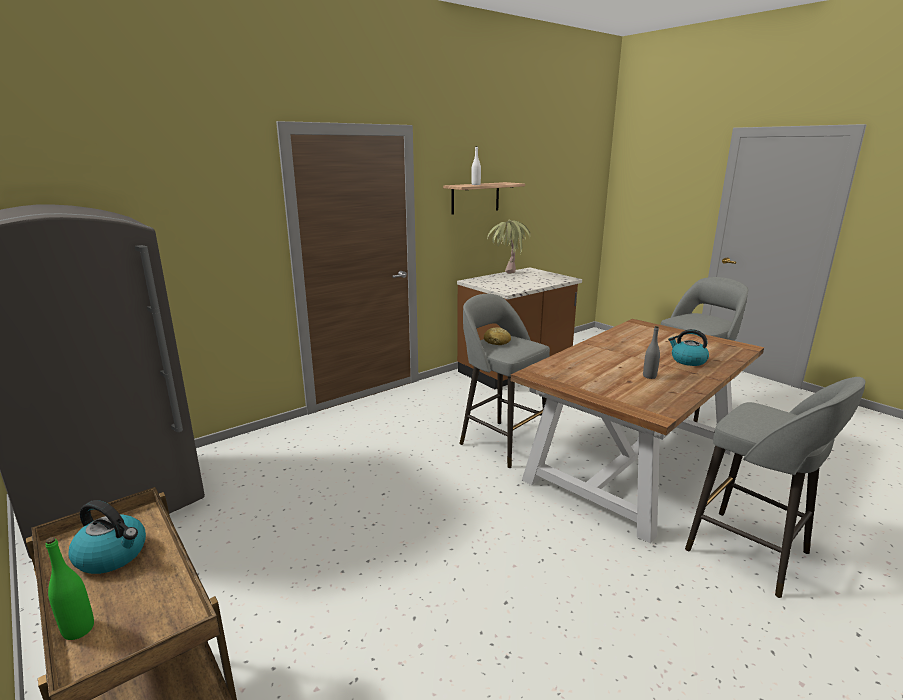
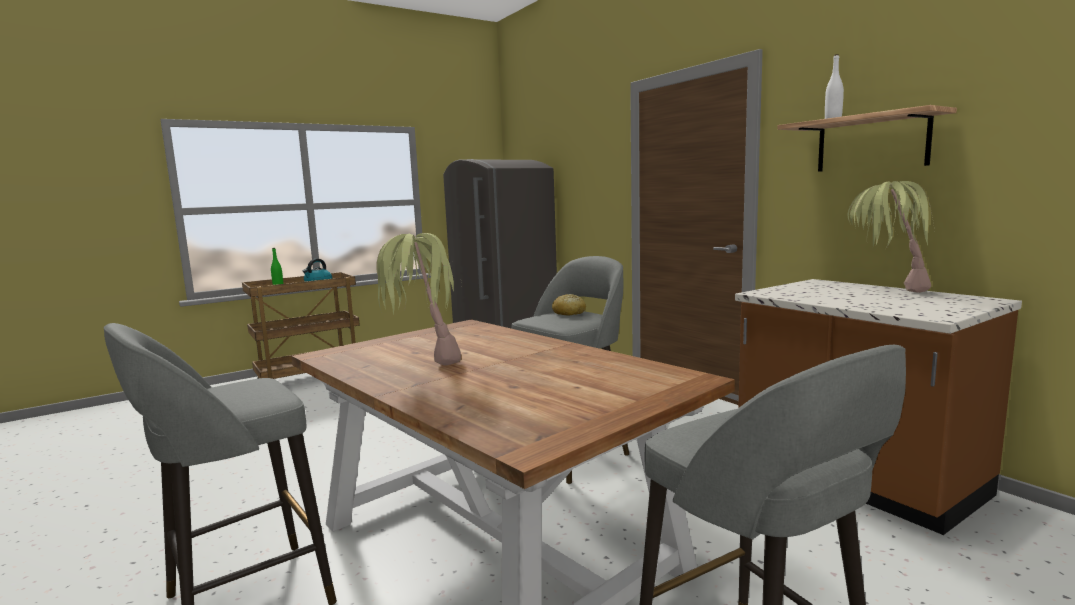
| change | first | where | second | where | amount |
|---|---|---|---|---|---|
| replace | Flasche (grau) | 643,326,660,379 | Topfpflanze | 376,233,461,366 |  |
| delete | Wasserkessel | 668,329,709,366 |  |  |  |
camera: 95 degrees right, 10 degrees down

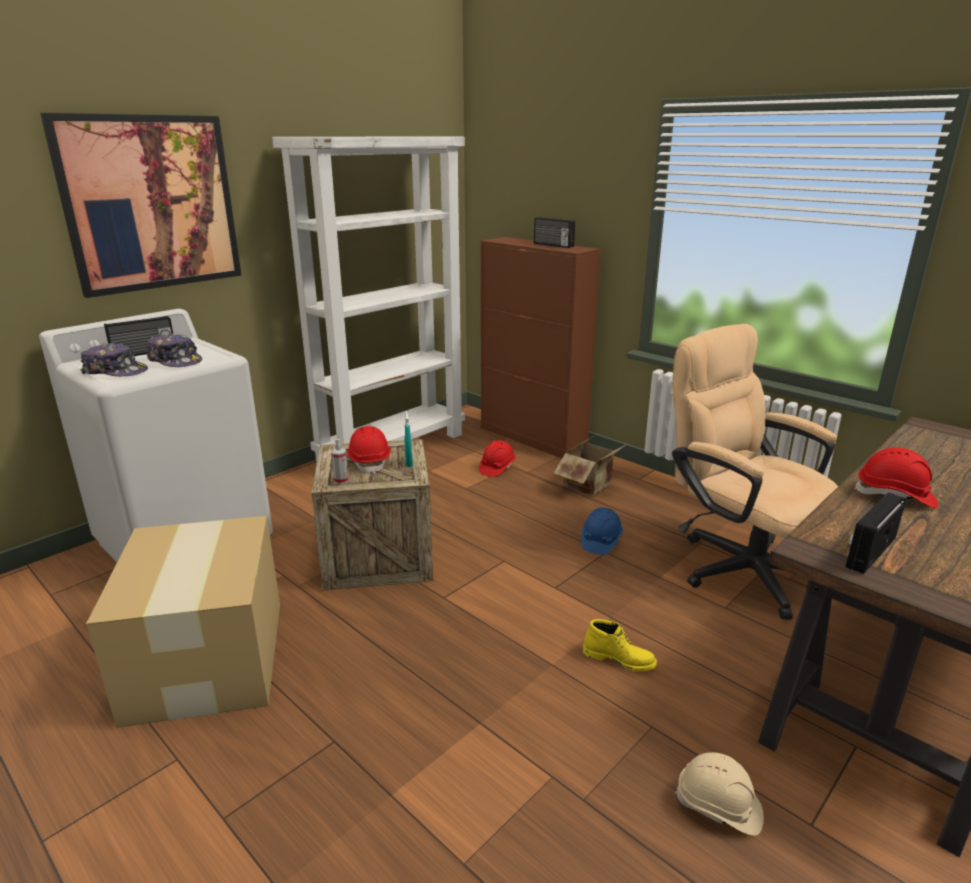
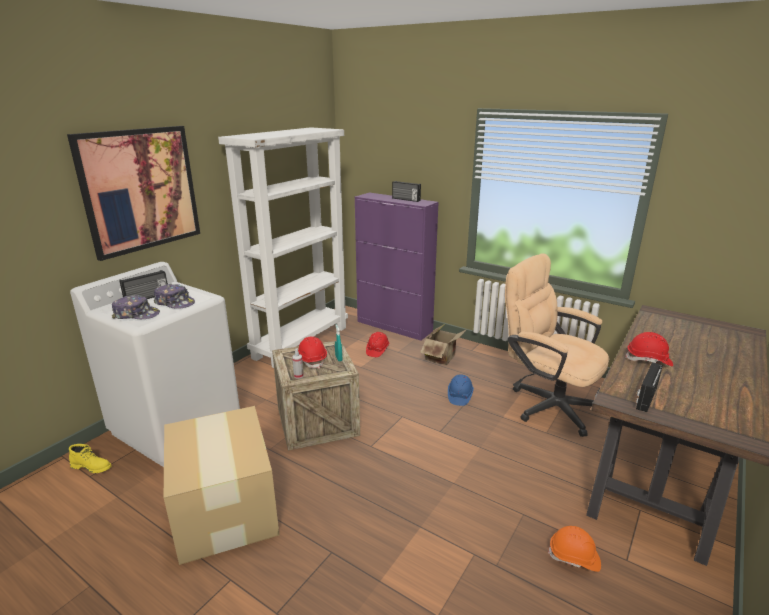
| change | first | where | second | where | amount |
|---|---|---|---|---|---|
| recolor | Schrank (braun) | 481,237,601,458 | Schrank (lila) | 355,193,439,341 |  |
| move | Stiefel (gelb) | 583,619,657,671 |  | 69,444,112,473 |  |
| recolor | Schutzhelm (beige) | 675,752,764,836 | Schutzhelm (orange) | 548,526,601,572 |  |
camera: 10 degrees left, 0 degrees up

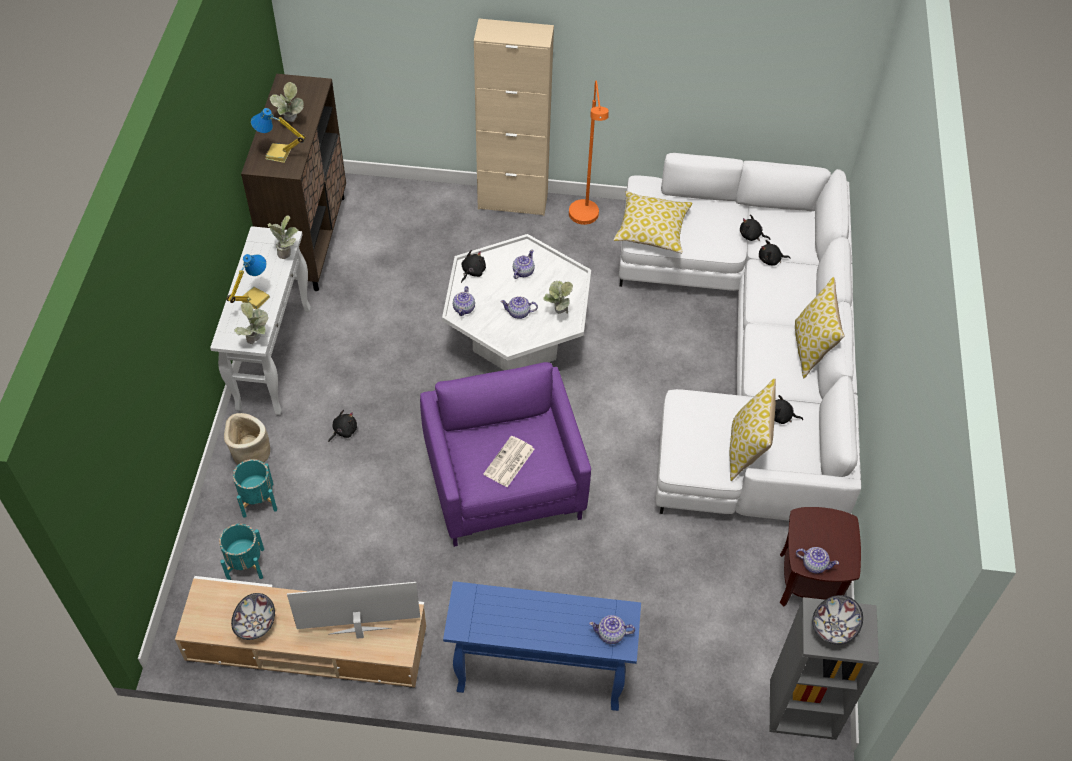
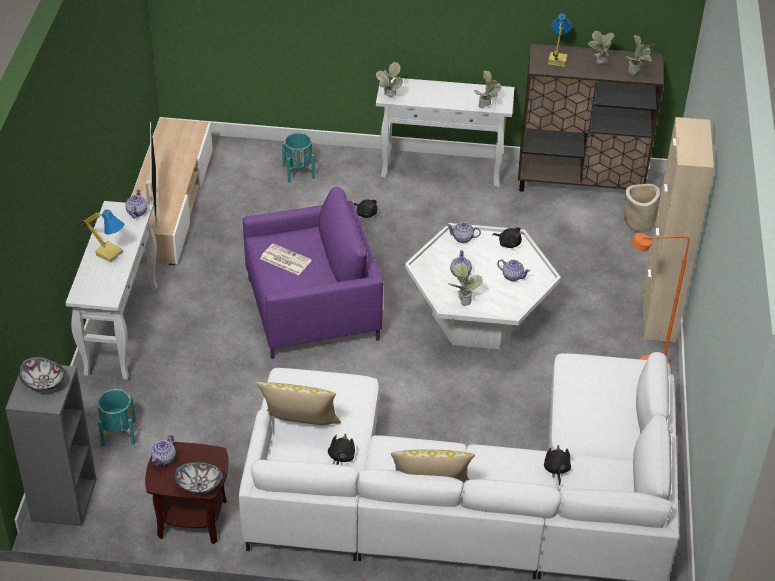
| change | first | where | second | where | amount |
|---|---|---|---|---|---|
| move | Pflanzkübel (türkis) | 219,524,264,580 |  | 97,389,136,446 |  |
| move | Pflanzkübel (beige) | 224,413,270,464 |  | 624,184,660,232 |  |
| move | Tischlampe | 226,254,270,309 |  | 81,209,124,263 |  |
| move | Schüssel | 231,593,275,640 |  | 174,461,223,494 |  |
| recolor | Konsolentisch (blau) | 443,581,641,711 | Konsolentisch (weiß) | 66,201,157,380 |  |
| move | Teekanne | 589,615,635,644 |  | 125,189,147,219 |  |
| delete | Kissen | 614,191,692,253 |  |  |  |
| delete | Plüschtier (schwarz) | 740,214,771,241 |  |  |  |
| insert |  |  | Topfpflanze | 626,35,652,75 |  |
camera: 90 degrees right, 10 degrees down

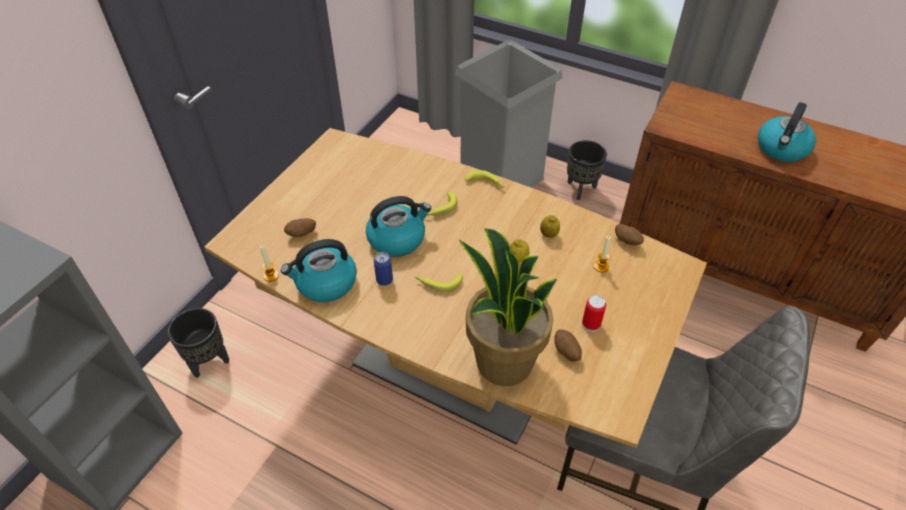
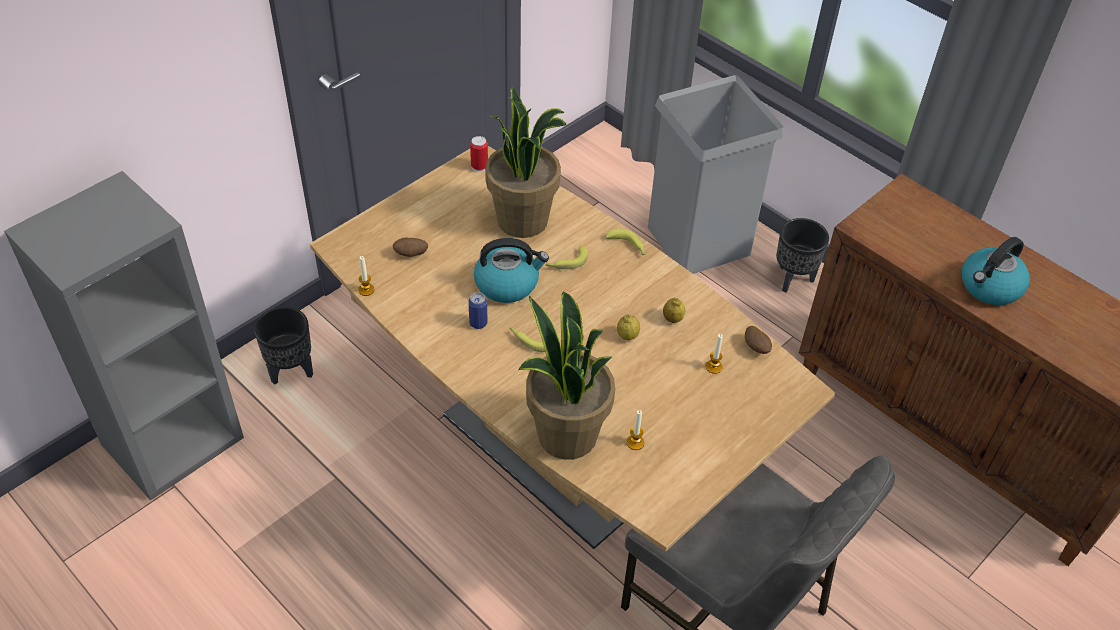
| change | first | where | second | where | amount |
|---|---|---|---|---|---|
| delete | Wasserkessel | 281,239,357,302 |  |  |  |
| replace | Kartoffel | 554,329,582,362 | Kerze | 626,410,644,450 |  |
| move | Dose | 582,295,606,331 |  | 470,136,488,172 |  |
| insert |  |  | Topfpflanze | 485,86,567,238 |  |
camera: 15 degrees right, 0 degrees up

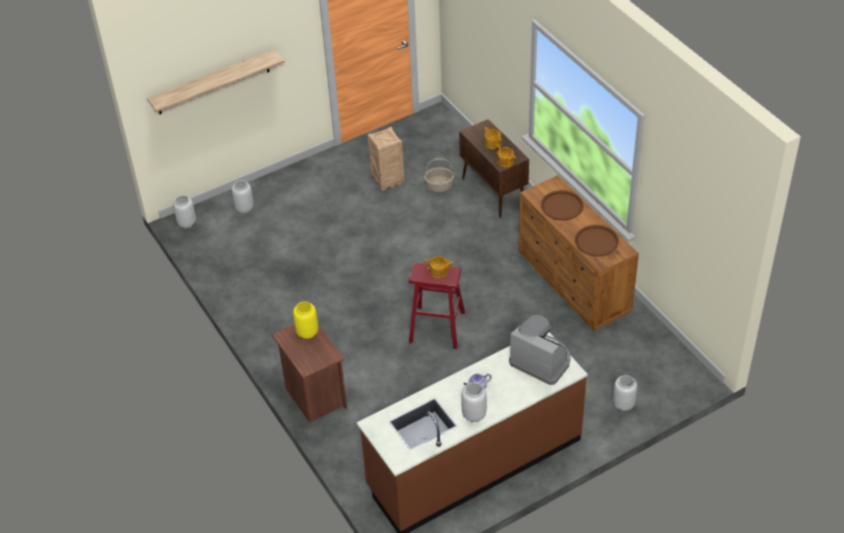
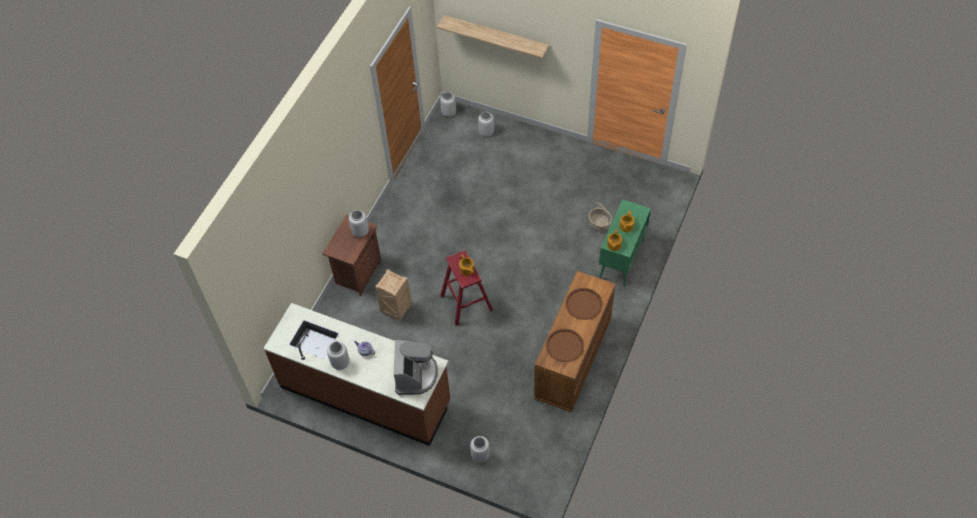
| change | first | where | second | where | amount |
|---|---|---|---|---|---|
| recolor | Vase (gelb) | 293,302,318,339 | Vase (grau) | 349,210,369,237 |  |
| move | Kiste | 368,127,404,191 |  | 375,269,412,321 |  |
| recolor | Schrank (braun) | 459,119,529,218 | Schrank (grün) | 599,199,651,287 |  |
camera: 55 degrees right, 10 degrees up

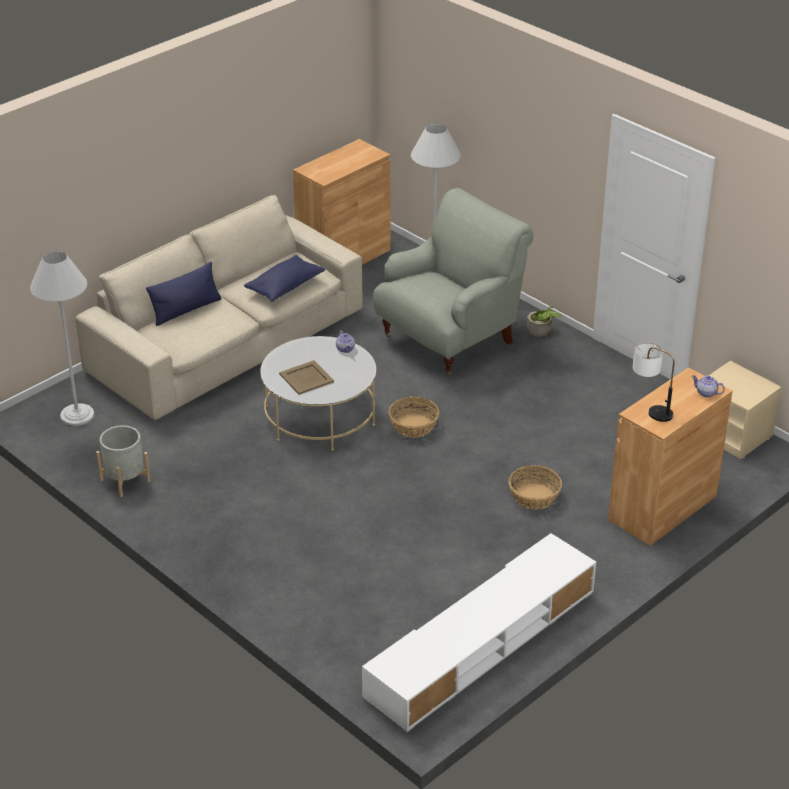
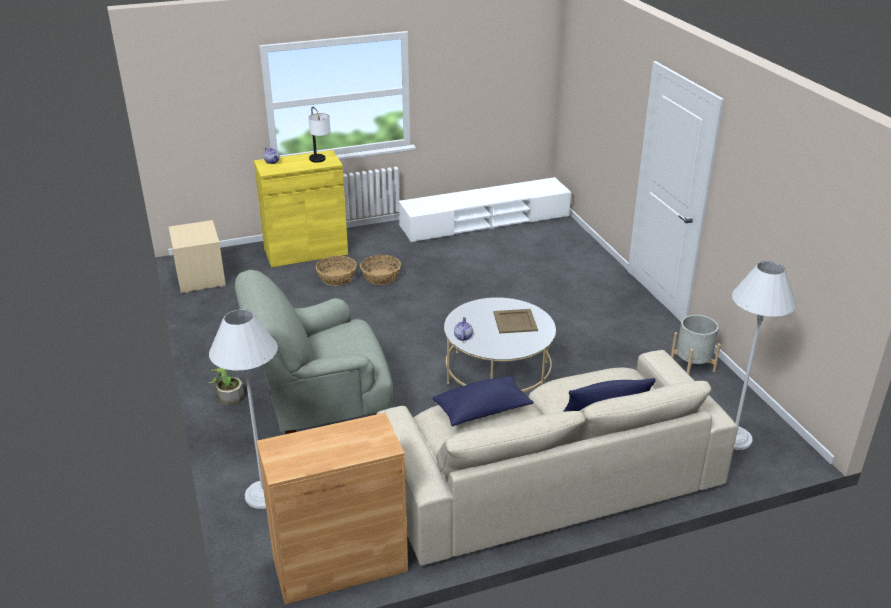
| change | first | where | second | where | amount |
|---|---|---|---|---|---|
| move | Korb | 389,397,439,438 |  | 316,256,357,286 |  |
| recolor | Schrank (braun) | 608,367,733,546 | Schrank (gelb) | 254,150,348,267 |  |
camera: 155 degrees left, 5 degrees down

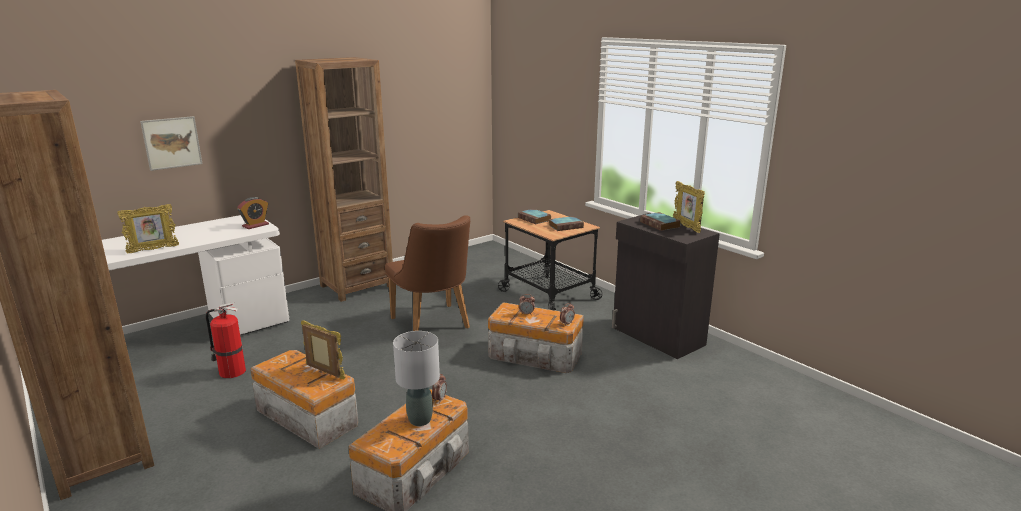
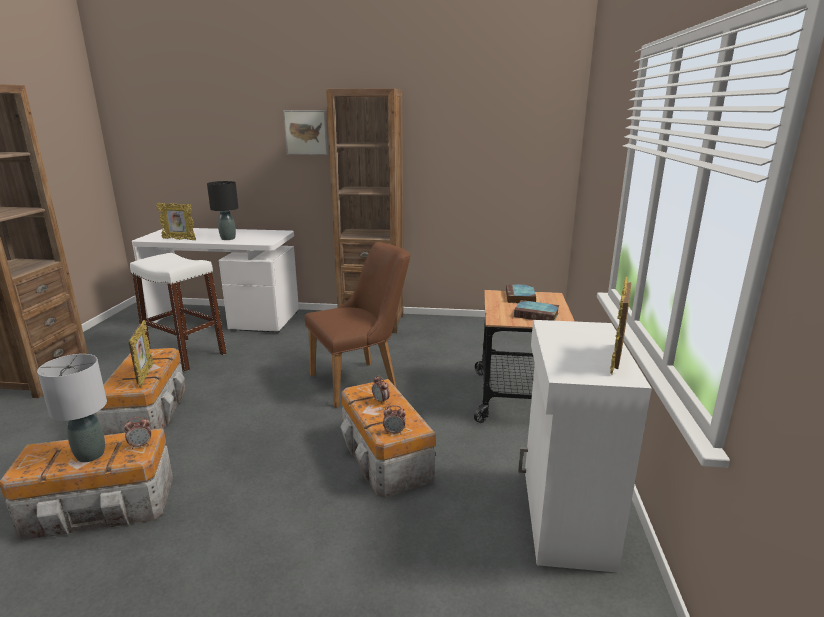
| change | first | where | second | where | amount |
|---|---|---|---|---|---|
| move | Bild | 140,116,202,171 |  | 283,110,328,155 |  |
| replace | Feuerlöscher | 206,302,246,378 | Hocker (weiß) | 130,253,227,372 |  |
| delete | Wecker | 237,197,269,229 |  |  |  |
| rotate | Stuhl (braun) | 385,215,470,331 |  | 305,242,410,408 | 135 degrees counterclockwise |
| recolor | Schrank (schwarz) | 612,213,720,359 | Schrank (weiß) | 518,320,652,573 |  |
| delete | Buch | 640,212,681,231 |  |  |  |
| insert |  |  | Tischlampe (schwarz) | 207,181,239,240 |  |
camera: 45 degrees right, 0 degrees up

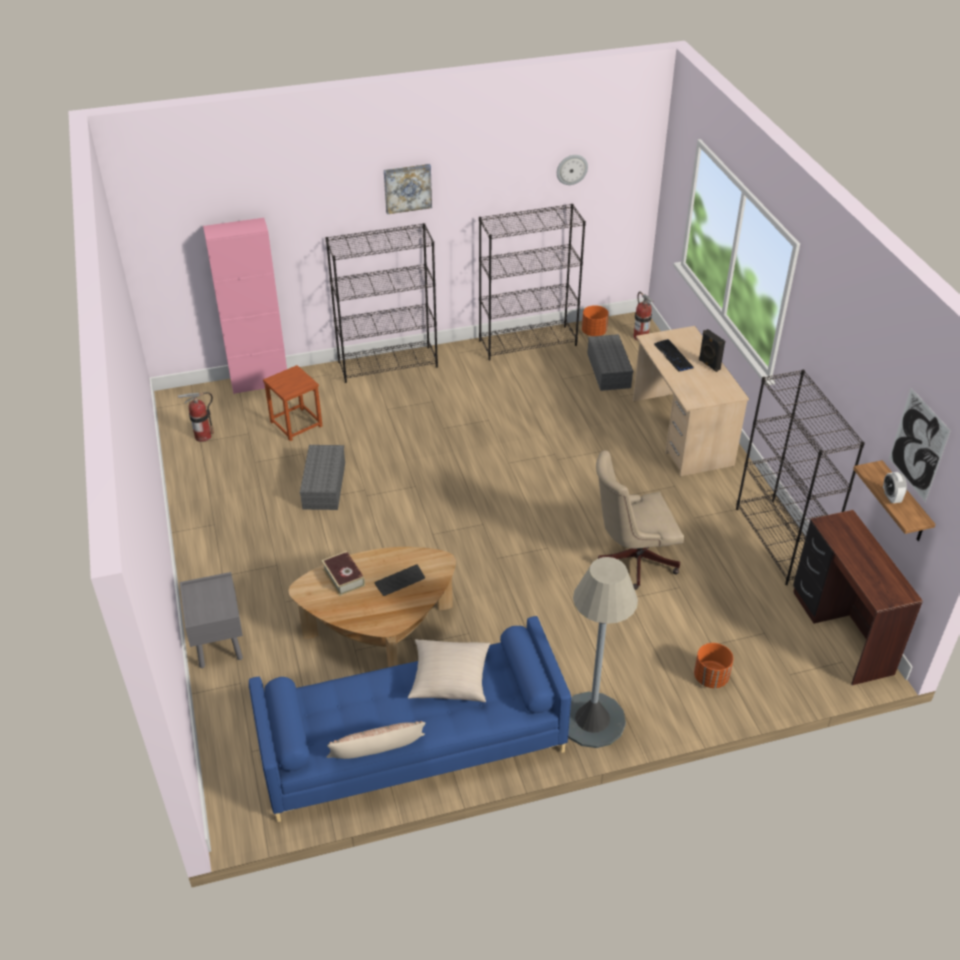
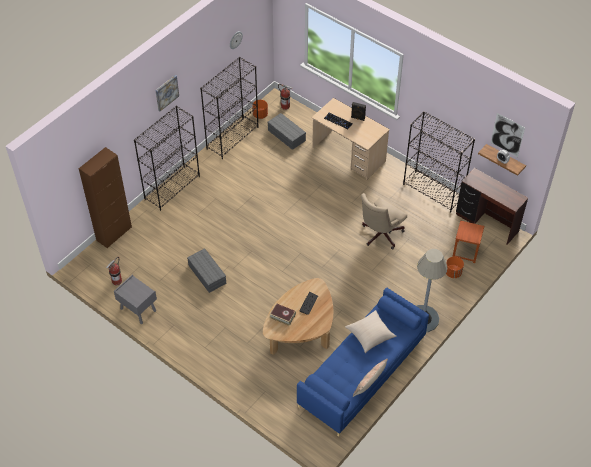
| change | first | where | second | where | amount |
|---|---|---|---|---|---|
| move | Nachttisch (grau) | 180,572,243,668 |  | 114,275,157,324 |  |
| recolor | Schrank (rosa) | 203,218,287,394 | Schrank (braun) | 79,147,132,248 |  |
| move | Hocker (braun) | 263,365,323,441 |  | 452,221,484,263 |  |
camera: 35 degrees left, 10 degrees up

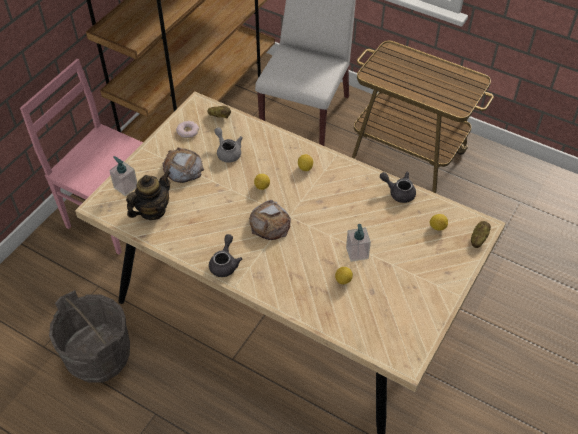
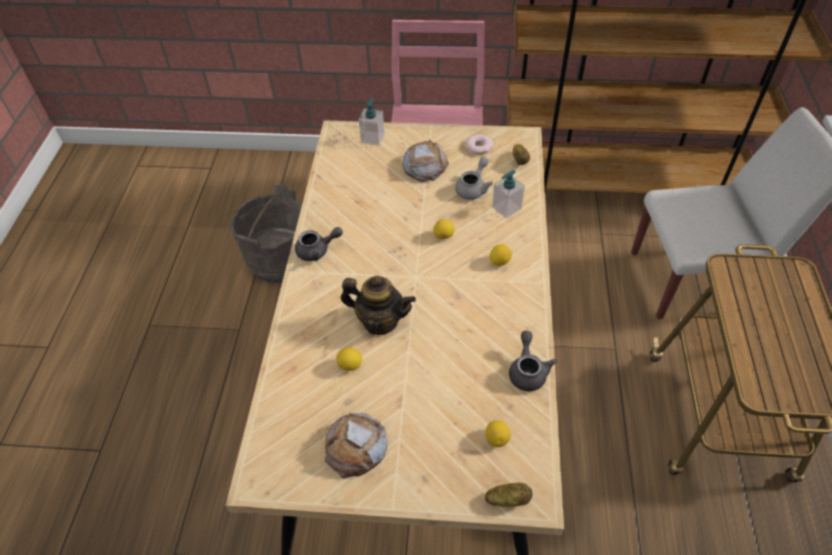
| change | first | where | second | where | amount |
|---|---|---|---|---|---|
| move | Teekanne | 126,171,171,220 |  | 341,275,416,335 |  |
| move | Brot | 249,200,291,240 |  | 325,413,387,478 |  |
| move | Seifenspender | 346,224,371,262 |  | 492,170,525,219 |  |
camera: 65 degrees right, 0 degrees up

